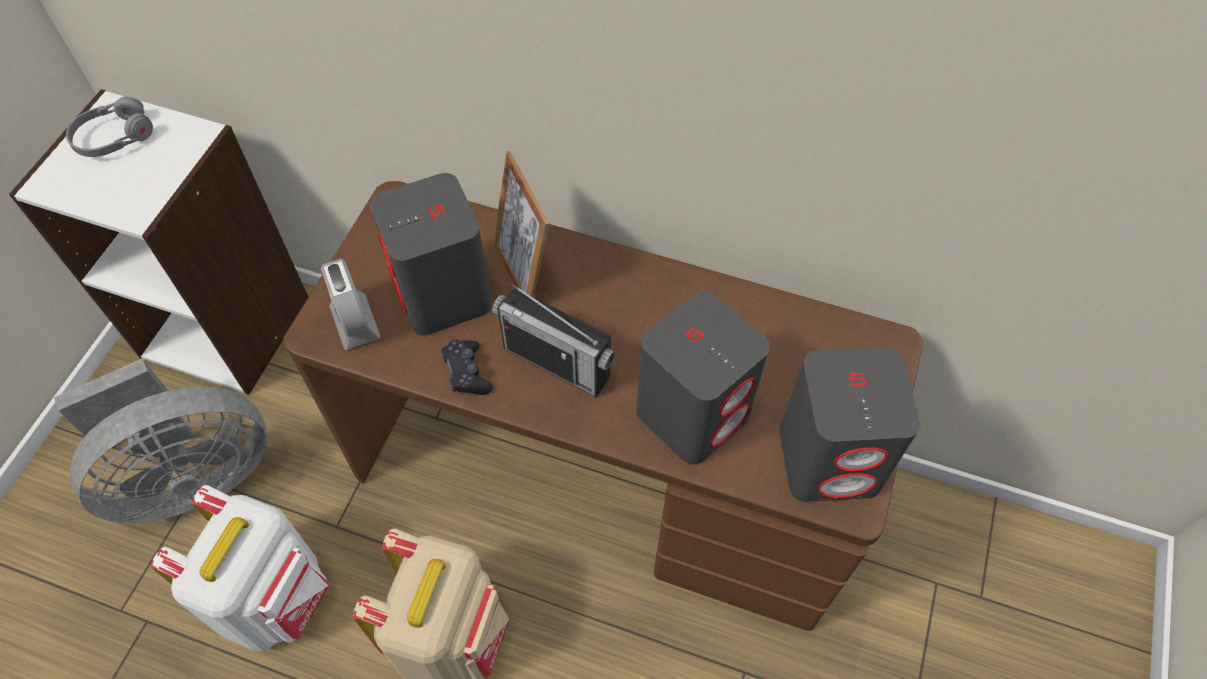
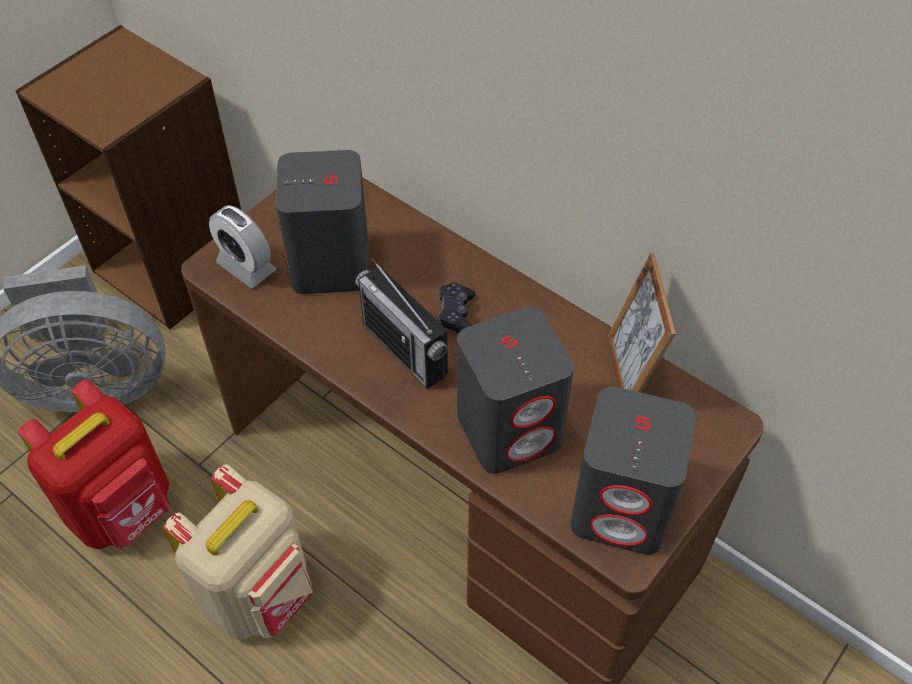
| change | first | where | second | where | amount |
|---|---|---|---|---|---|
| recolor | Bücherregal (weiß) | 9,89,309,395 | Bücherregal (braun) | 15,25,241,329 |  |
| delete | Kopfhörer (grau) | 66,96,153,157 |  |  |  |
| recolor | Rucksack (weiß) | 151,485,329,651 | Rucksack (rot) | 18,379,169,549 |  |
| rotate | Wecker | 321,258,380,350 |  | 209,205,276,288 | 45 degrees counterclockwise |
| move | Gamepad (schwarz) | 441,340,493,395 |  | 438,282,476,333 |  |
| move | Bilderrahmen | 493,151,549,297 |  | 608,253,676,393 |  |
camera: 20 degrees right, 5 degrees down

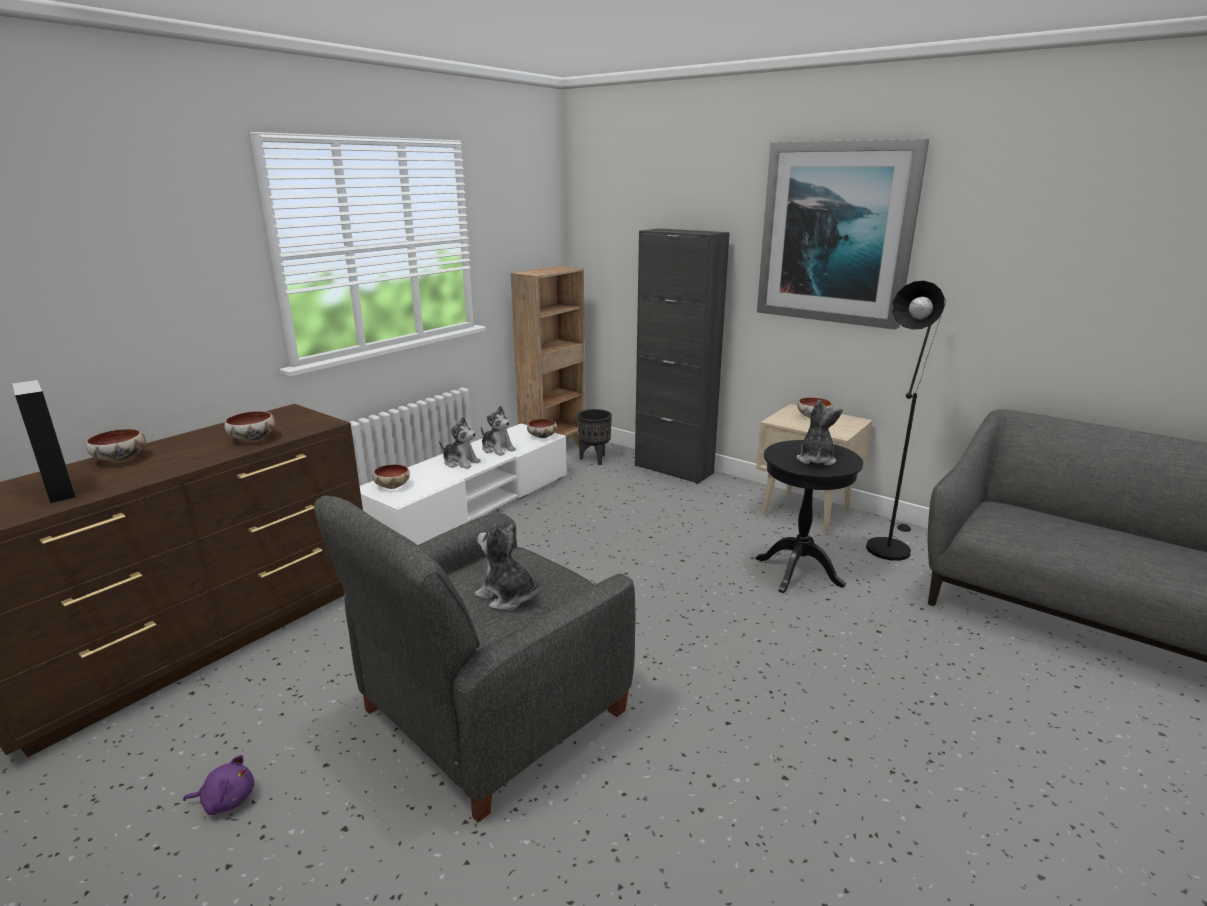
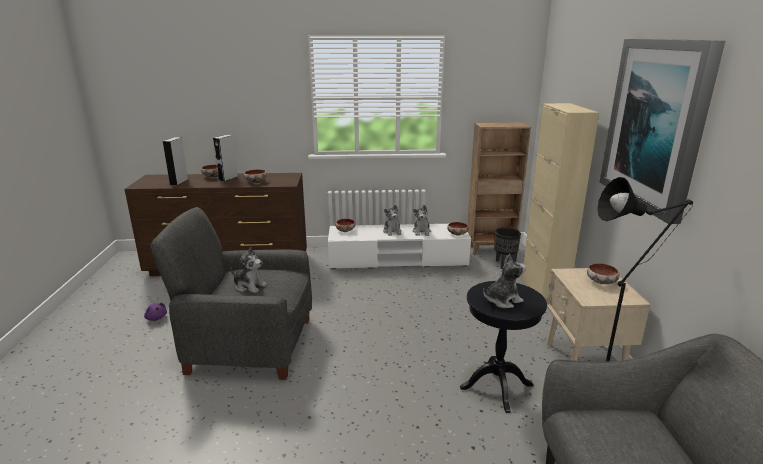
| change | first | where | second | where | amount |
|---|---|---|---|---|---|
| rotate | Plüschtier | 475,522,540,610 |  | 230,247,267,293 | 120 degrees clockwise |
| recolor | Schrank (schwarz) | 635,228,730,484 | Schrank (beige) | 522,103,599,301 |  |
| insert |  |  | Lautsprecher (grau) | 213,135,238,182 |  |
camera: 50 degrees right, 0 degrees up

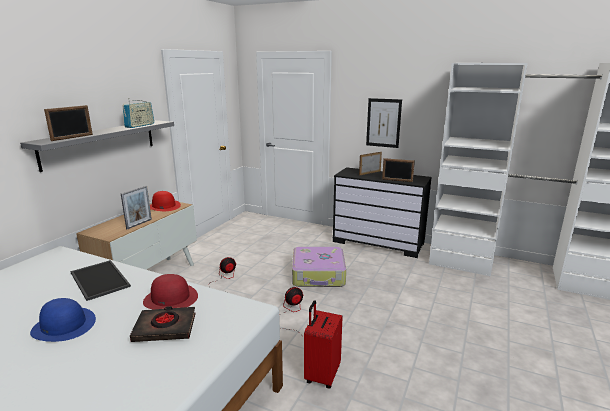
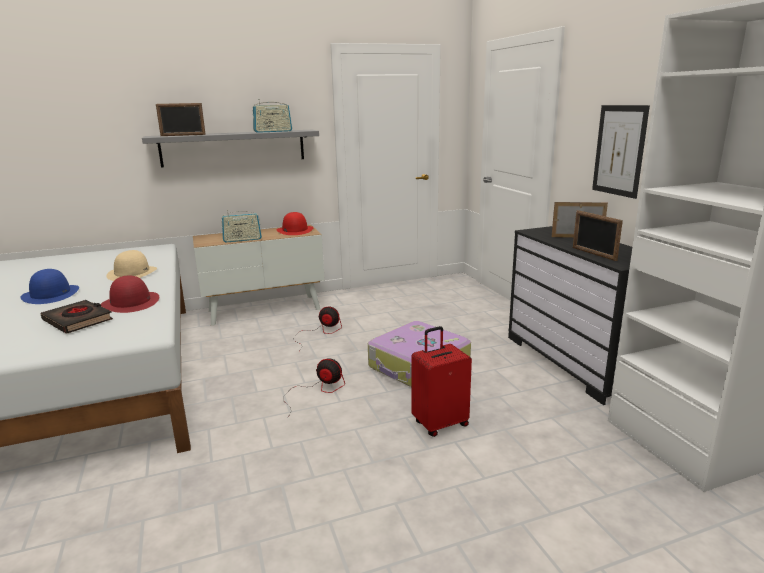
| change | first | where | second | where | amount |
|---|---|---|---|---|---|
| replace | Tablett | 70,260,131,301 | Hut (beige) | 106,250,157,281 |  |
| replace | Bilderrahmen | 121,186,152,230 | Radio | 221,210,262,242 |  |
| move | Koffer (rot) | 304,301,342,389 |  | 411,326,472,437 |  |
camera: 45 degrees right, 0 degrees up

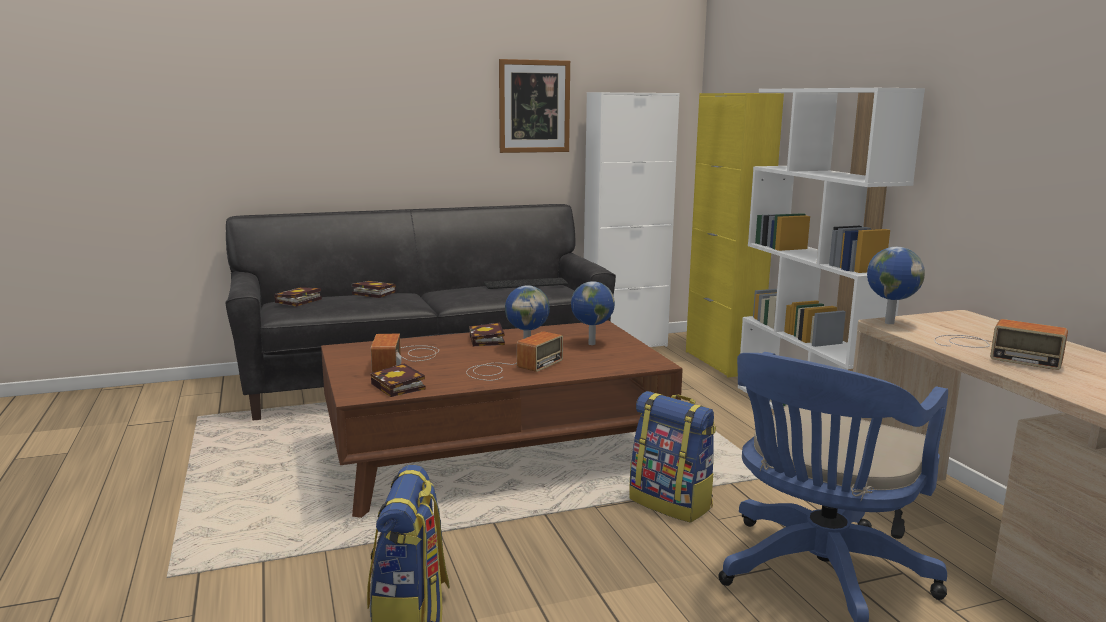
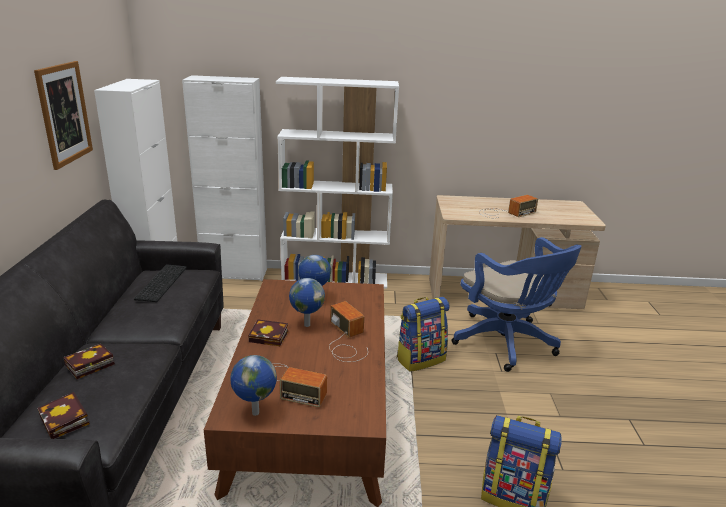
| change | first | where | second | where | amount |
|---|---|---|---|---|---|
| delete | Buch | 370,364,426,397 |  |  |  |
| recolor | Schrank (gelb) | 686,93,784,377 | Schrank (weiß) | 182,75,267,281 |  |
| move | Globus | 867,247,925,324 |  | 231,355,277,416 |  |
camera: 70 degrees left, 10 degrees up

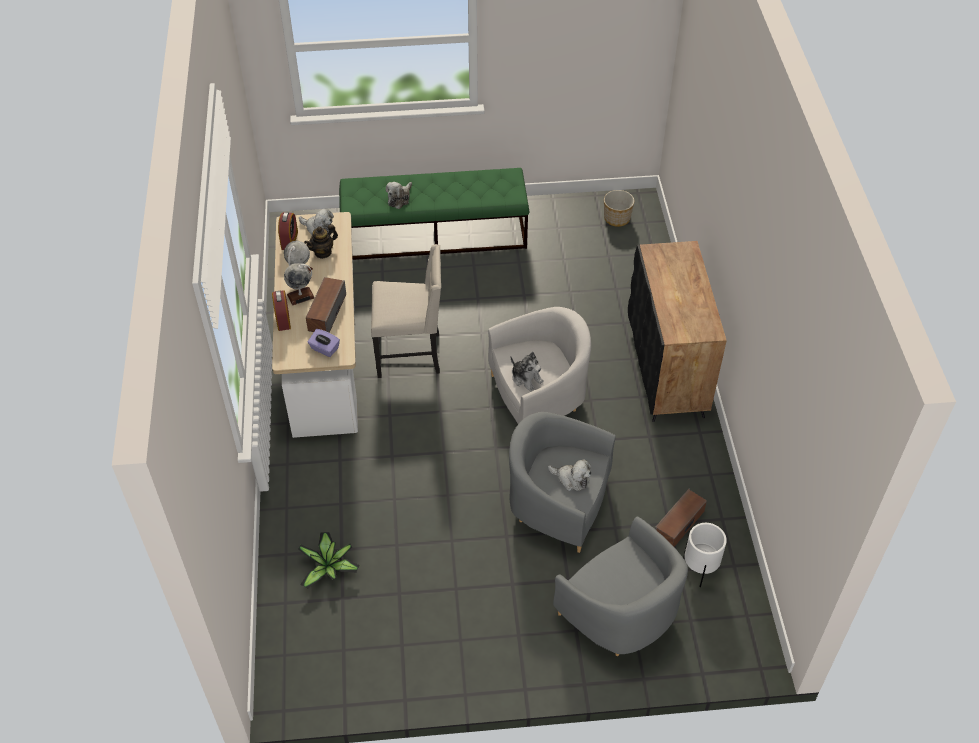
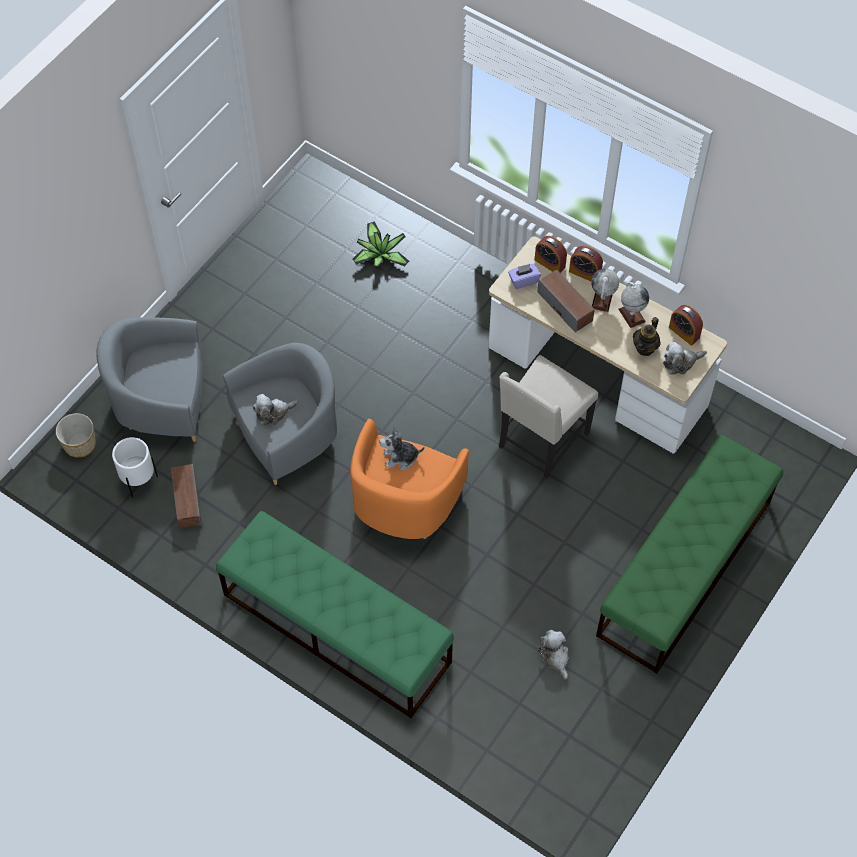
| change | first | where | second | where | amount |
|---|---|---|---|---|---|
| rotate | Teekanne | 304,225,338,259 |  | 633,317,660,356 | 150 degrees counterclockwise |
| move | Plüschtier | 386,182,412,209 |  | 538,630,569,680 |  |
| recolor | Sessel (weiß) | 488,307,591,424 | Sessel (orange) | 350,419,469,539 |  |
| move | Pflanzkübel | 604,190,634,227 |  | 56,413,96,458 |  |
| replace | Schrank (schwarz) | 628,241,727,422 | Bank (grün) | 216,511,454,718 |  |
| insert |  |  | Wecker | 535,236,567,273 |  |
camera: 130 degrees right, 10 degrees up

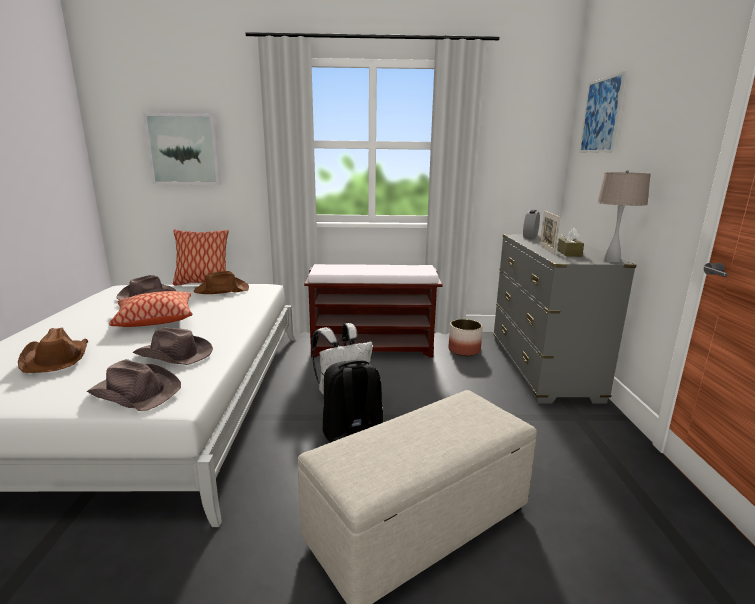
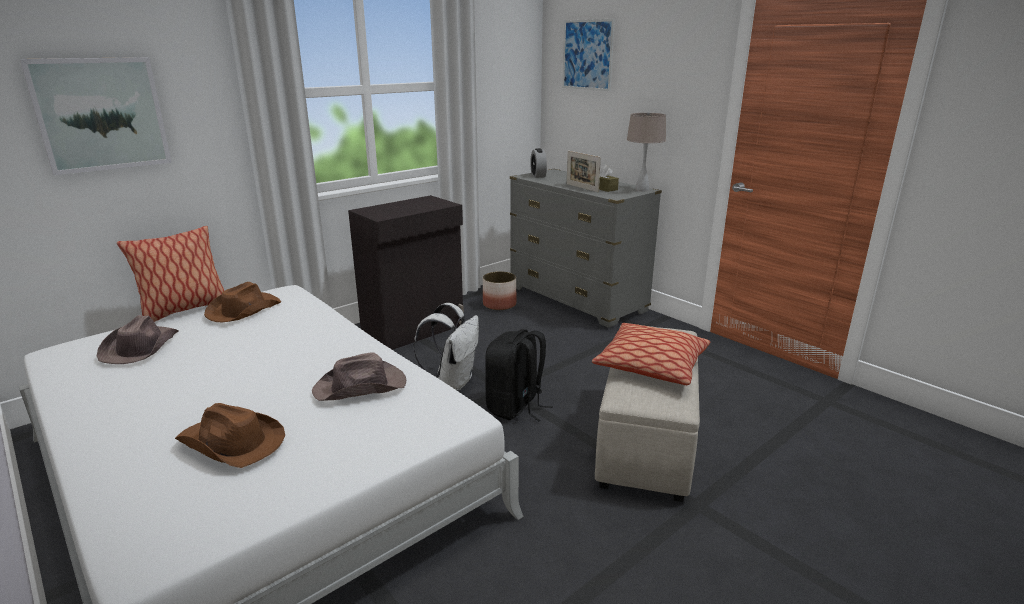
| change | first | where | second | where | amount |
|---|---|---|---|---|---|
| delete | Hut (braun) | 87,359,181,411 |  |  |  |
| move | Kissen | 109,291,192,327 |  | 592,323,710,385 |  |
| replace | Bank (braun) | 304,264,443,358 | Schrank (schwarz) | 348,195,464,350 |  |
camera: 40 degrees left, 5 degrees up

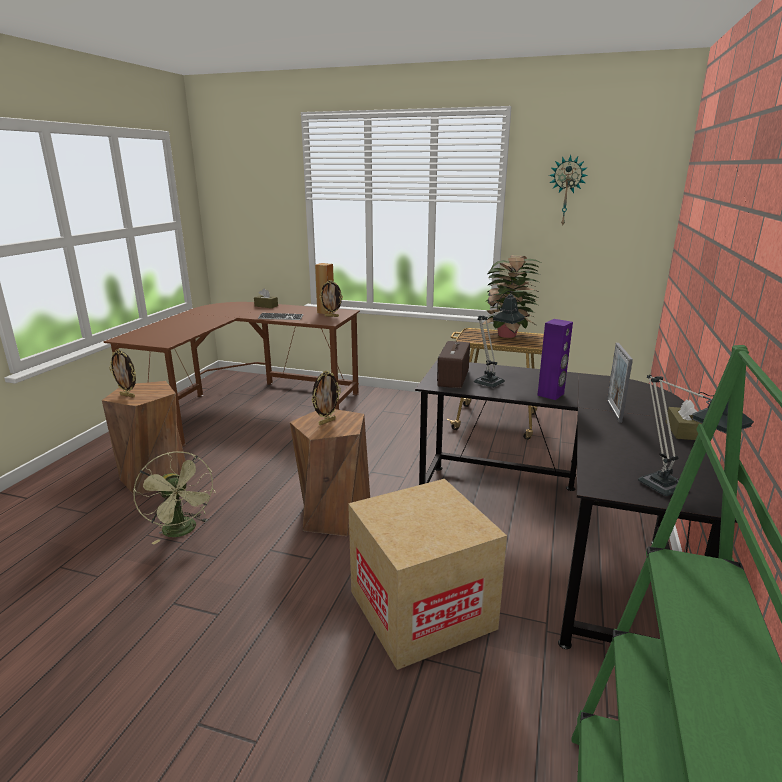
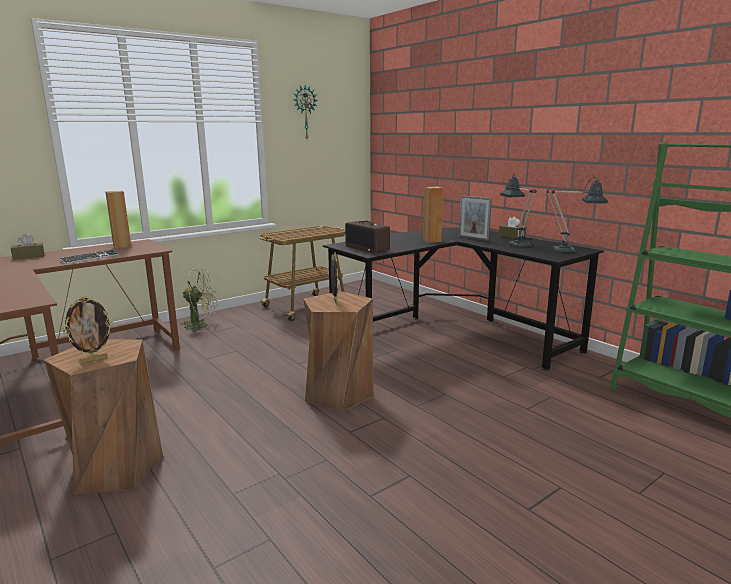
| change | first | where | second | where | amount |
|---|---|---|---|---|---|
| move | Ventilator (grün) | 133,451,216,544 |  | 180,269,217,333 |  |
| delete | Bilderrahmen | 319,280,343,317 |  |  |  |
| delete | Karton | 348,479,507,670 |  |  |  |
| move | Tischlampe | 474,291,525,388 |  | 500,174,537,247 |  |
| delete | Topfpflanze | 479,255,541,338 |  |  |  |
| recolor | Lautsprecher (lila) | 537,319,573,400 | Lautsprecher (braun) | 423,187,443,243 |  |
camera: 55 degrees left, 5 degrees down

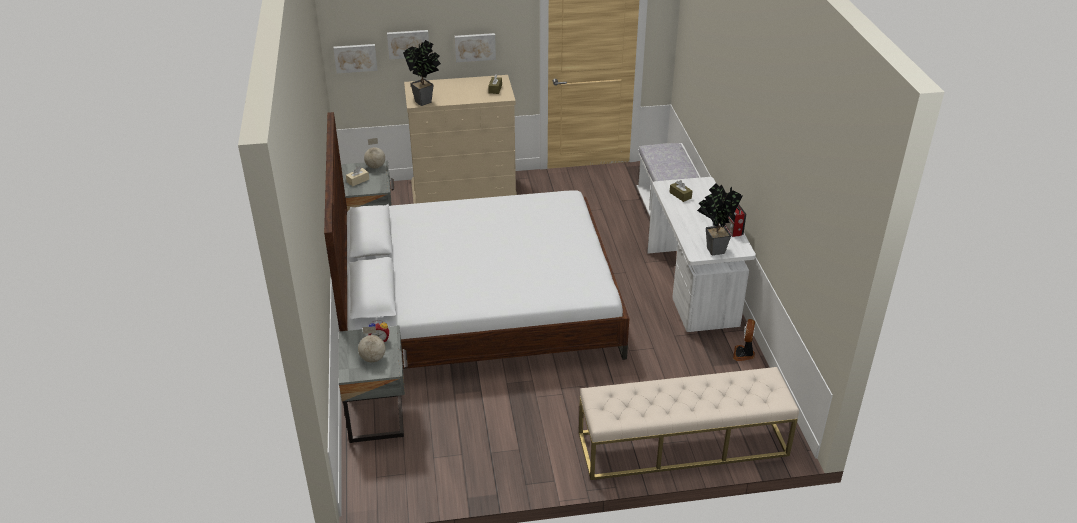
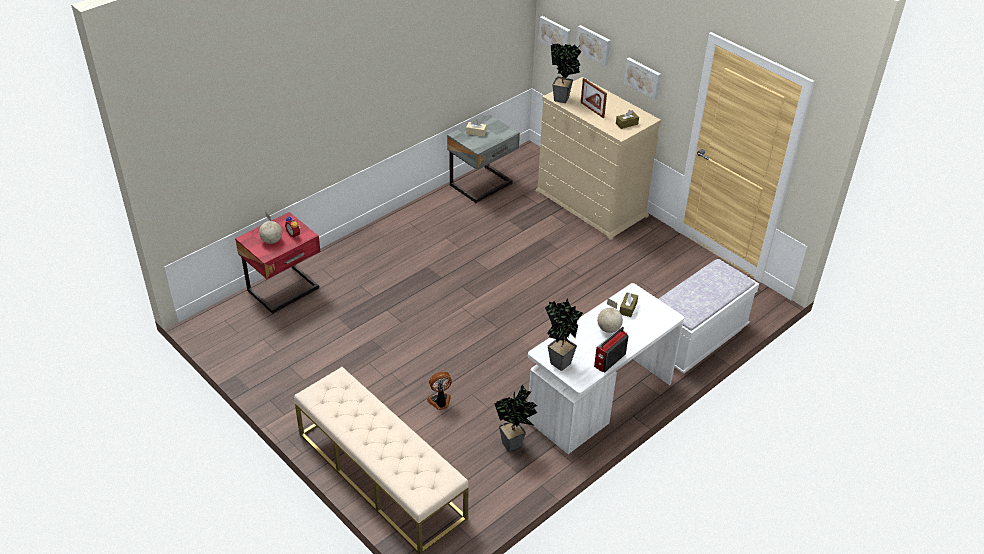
| change | first | where | second | where | amount |
|---|---|---|---|---|---|
| delete | Bett | 324,112,629,369 |  |  |  |
| recolor | Nachttisch (grau) | 339,325,408,443 | Nachttisch (rot) | 235,212,320,314 |  |
| move | Globus | 364,138,385,168 |  | 597,299,623,333 |  |
| move | Ventilator | 733,319,755,361 |  | 427,372,452,410 |  |
| insert |  |  | Topfpflanze | 495,385,537,452 |  |
| insert |  |  | Bilderrahmen | 581,78,607,118 |  |
camera: 55 degrees right, 5 degrees up

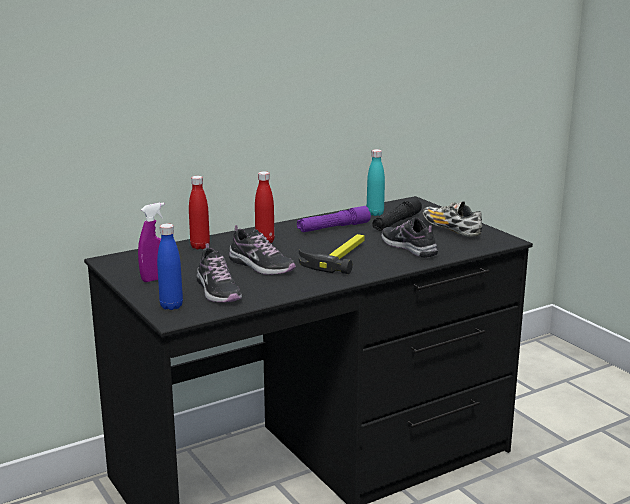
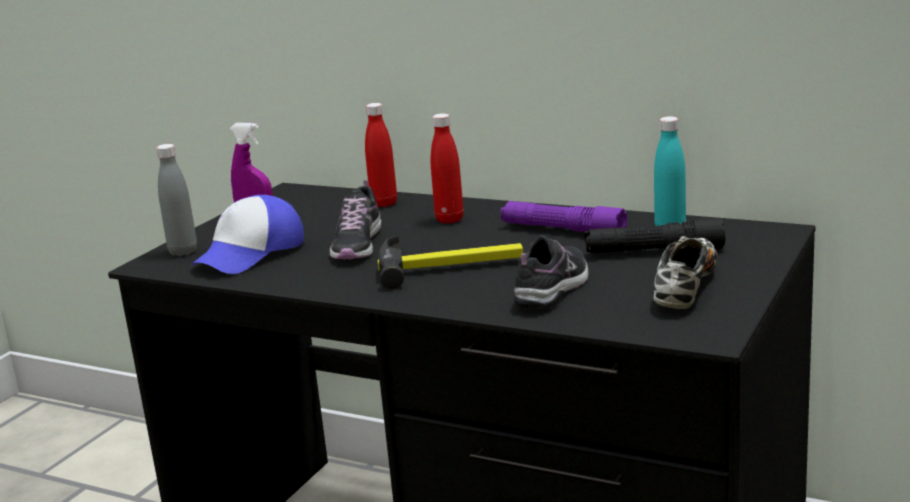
| change | first | where | second | where | amount |
|---|---|---|---|---|---|
| recolor | Flasche (blau) | 157,224,183,310 | Flasche (grau) | 156,144,197,256 |  |
| replace | Schuh | 196,243,242,303 | Kappe | 191,195,304,274 |  |
camera: 60 degrees right, 0 degrees up

